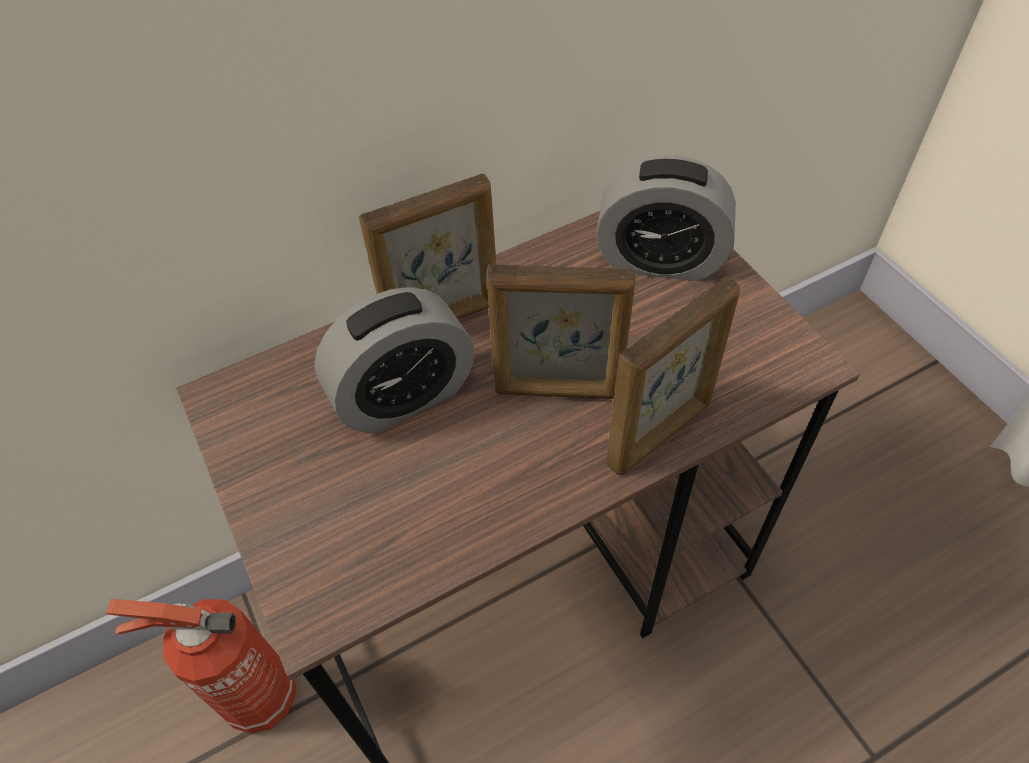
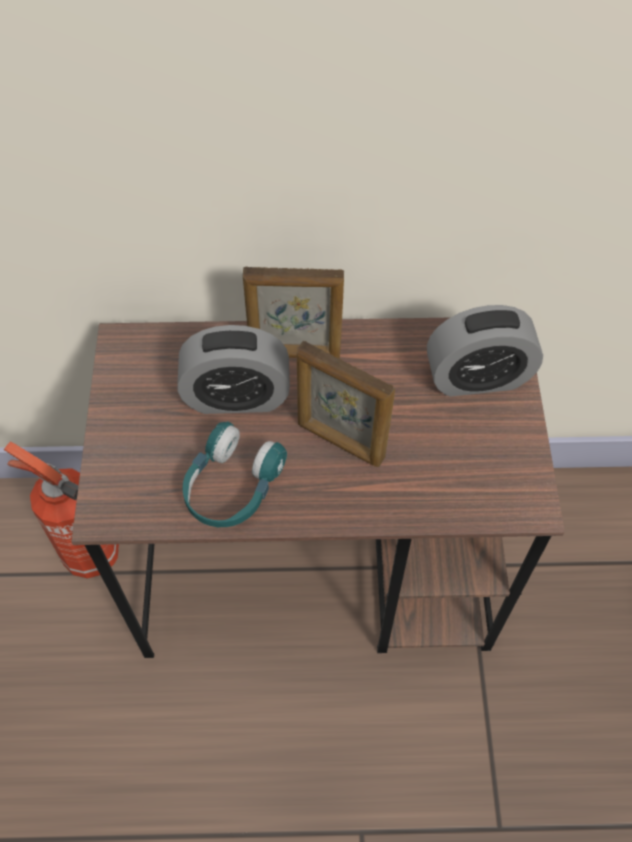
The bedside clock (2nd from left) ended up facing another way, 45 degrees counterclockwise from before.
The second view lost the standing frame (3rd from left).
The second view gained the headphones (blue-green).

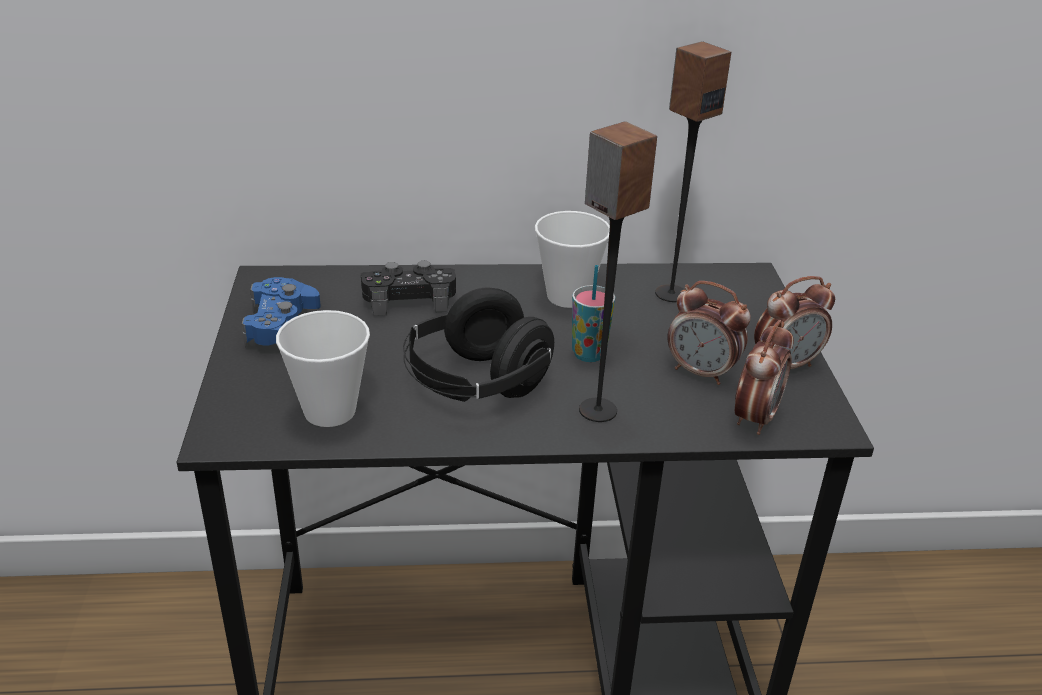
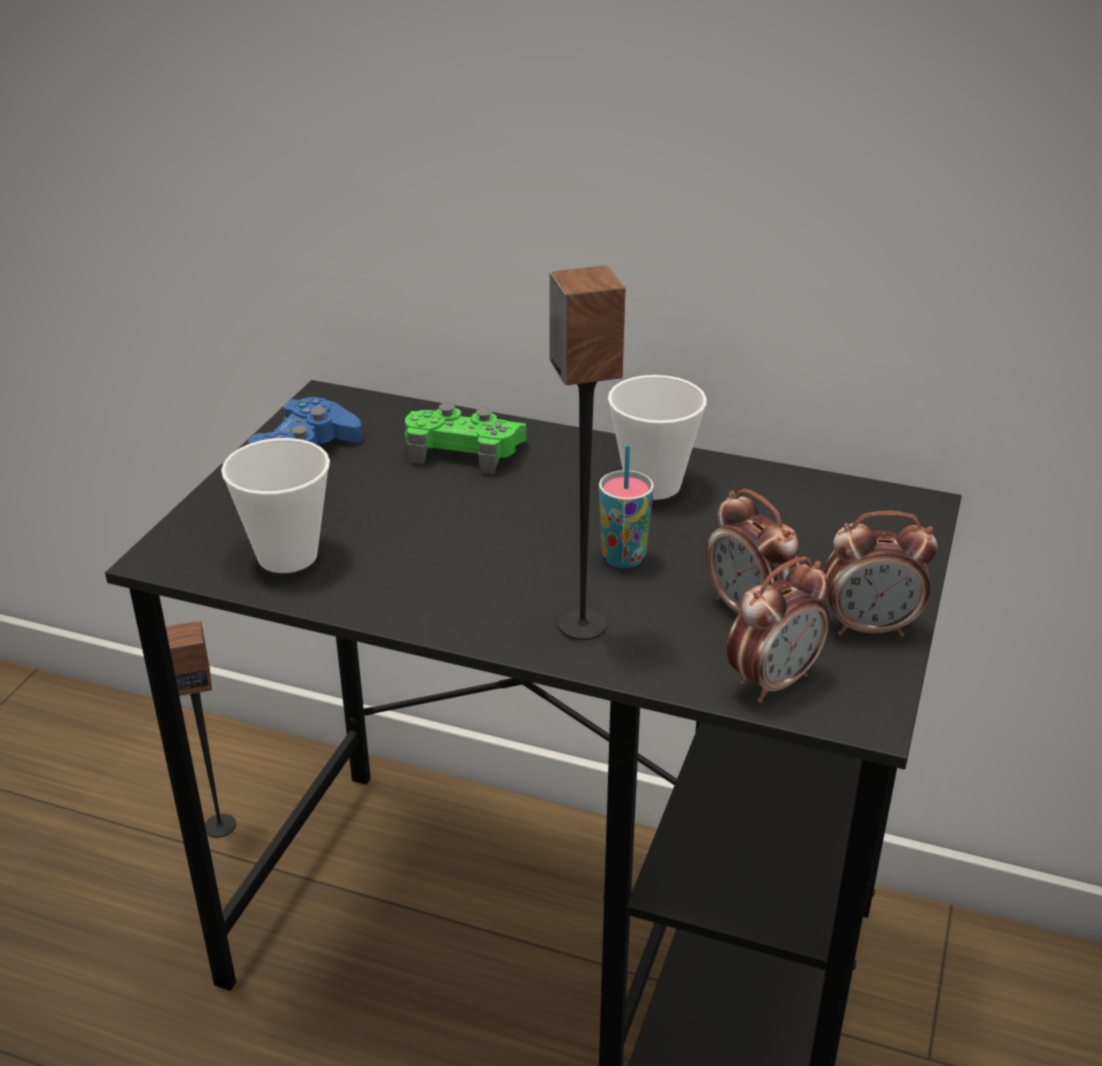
The loudspeaker (2nd from left in the first image) ended up elsewhere.
What was the joypad (black-coloured) turned into the joypad (green).
The second view lost the headphones (black-coloured).

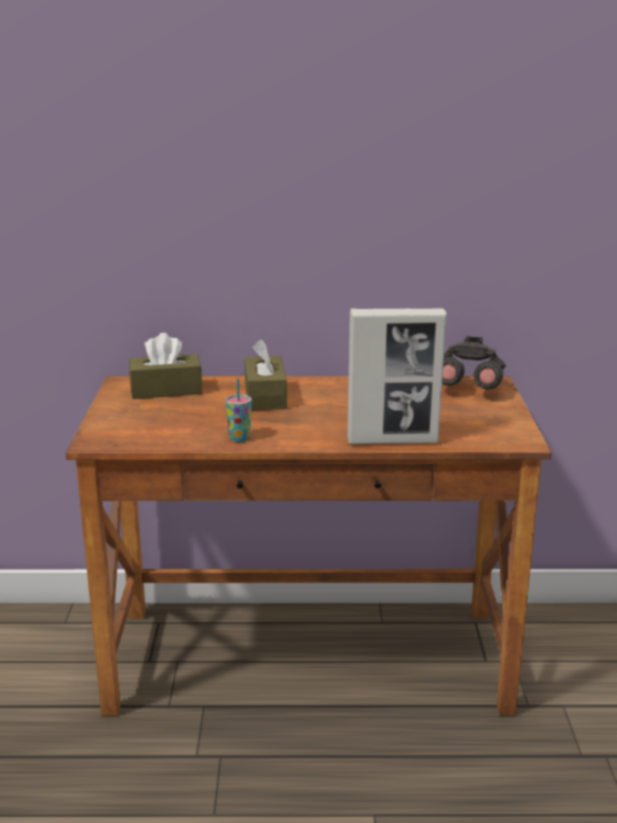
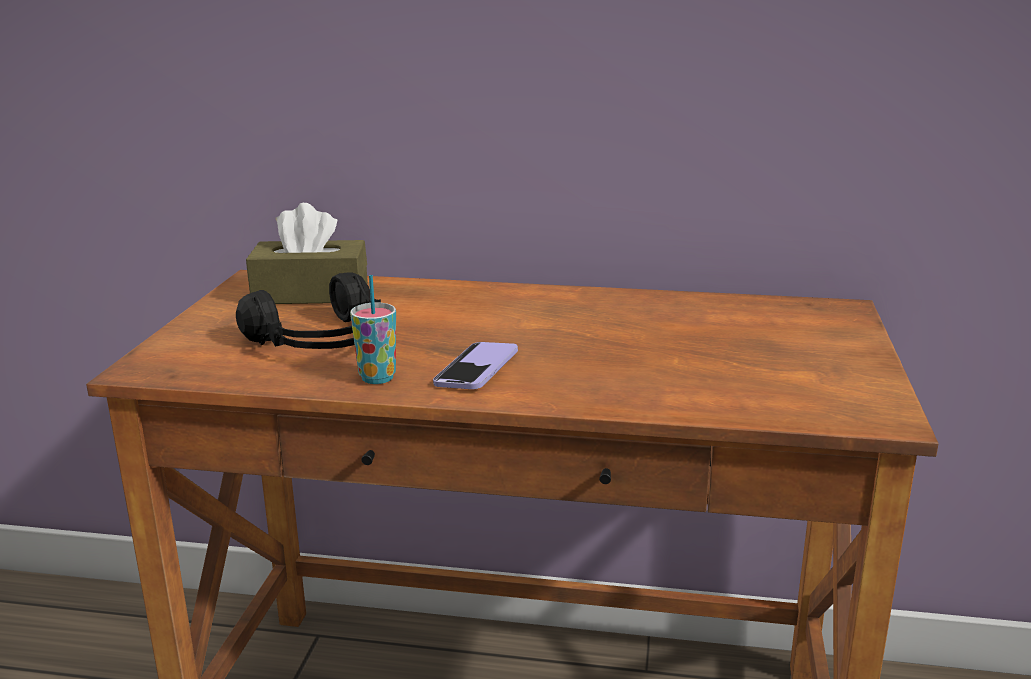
The second view lost the standing frame.
The second view lost the field glasses (grey).
The second view lost the tissue box (brown) (2nd from left).
The second view gained the headphones (black-coloured).
The second view gained the telephone.

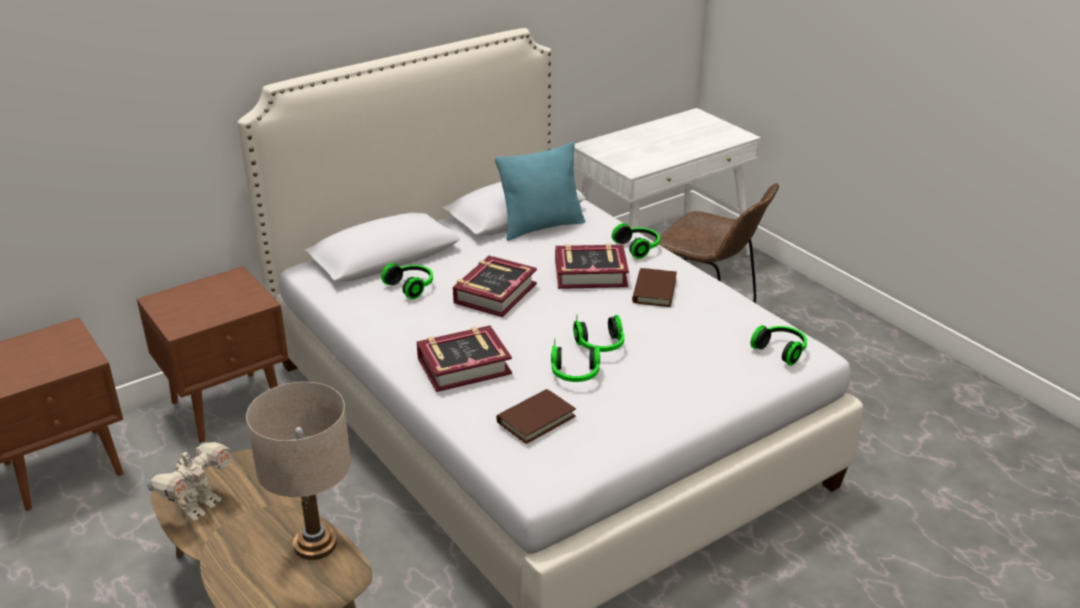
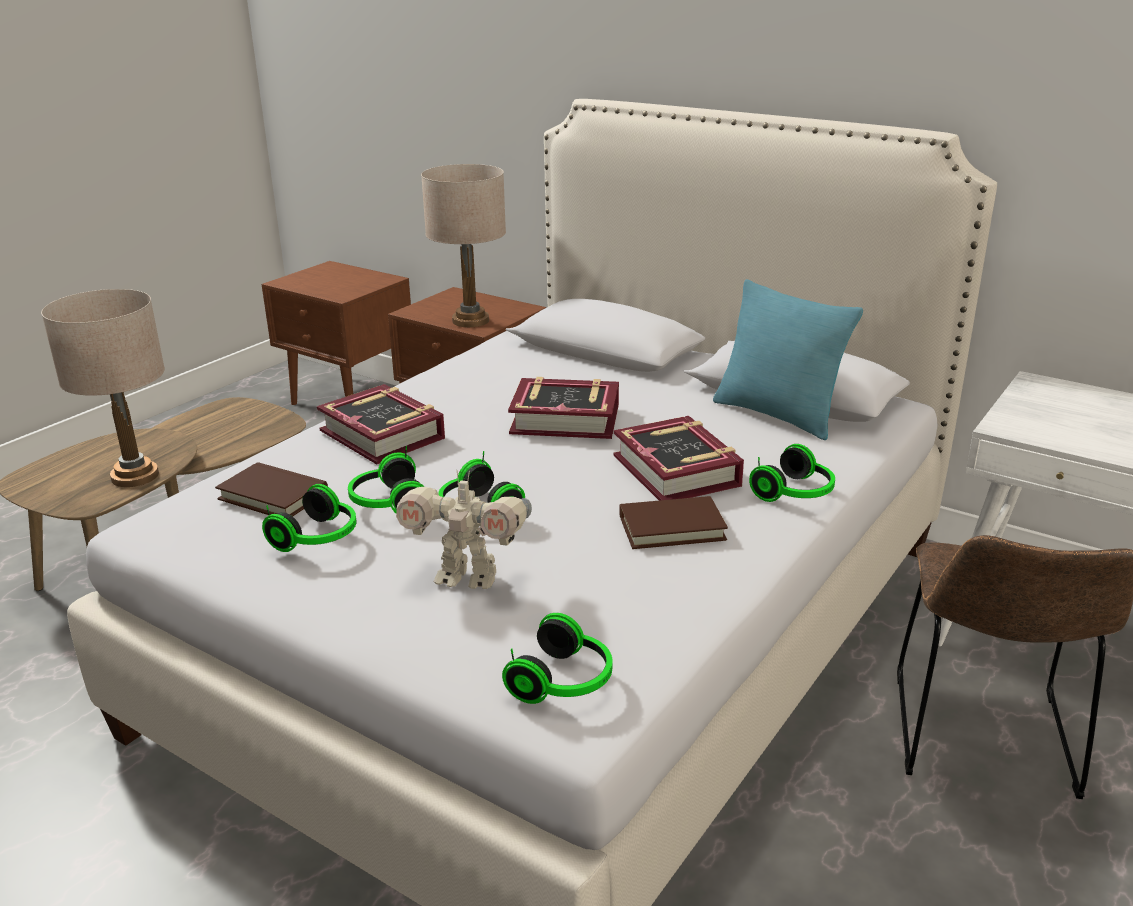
The headphones (1st from left) ended up elsewhere.
The robot figure ended up elsewhere.
The second view gained the table lamp (sand-coloured) (2nd from left).

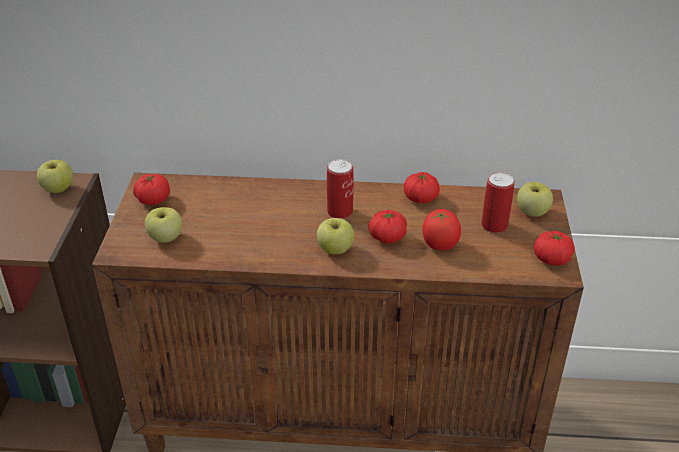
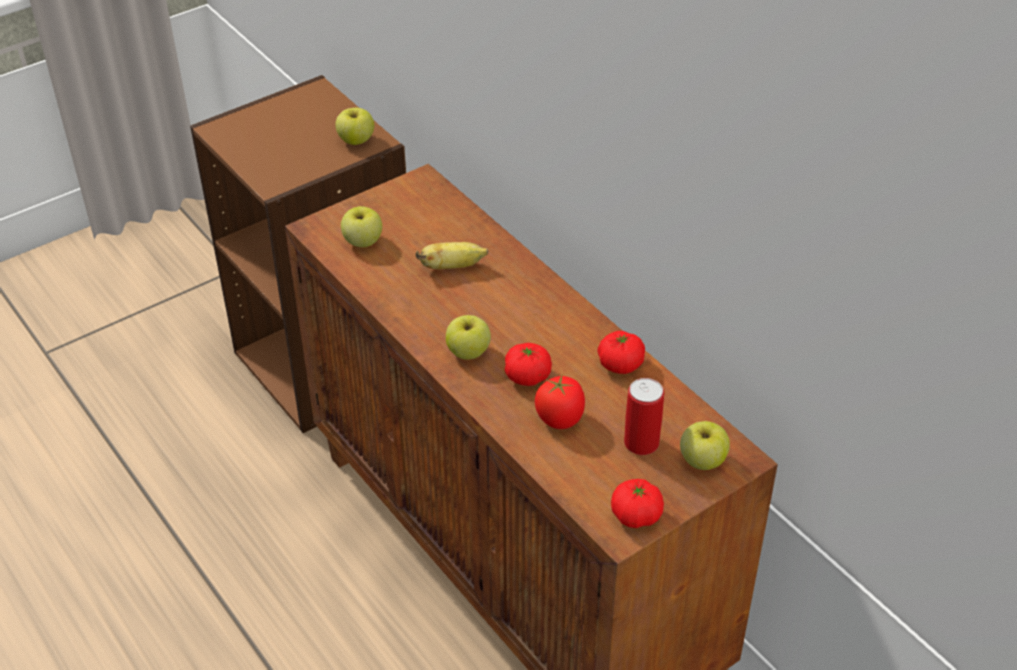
The second view lost the sealed can (1st from left).
The second view lost the whole tomato (1st from left).
The second view gained the banana.

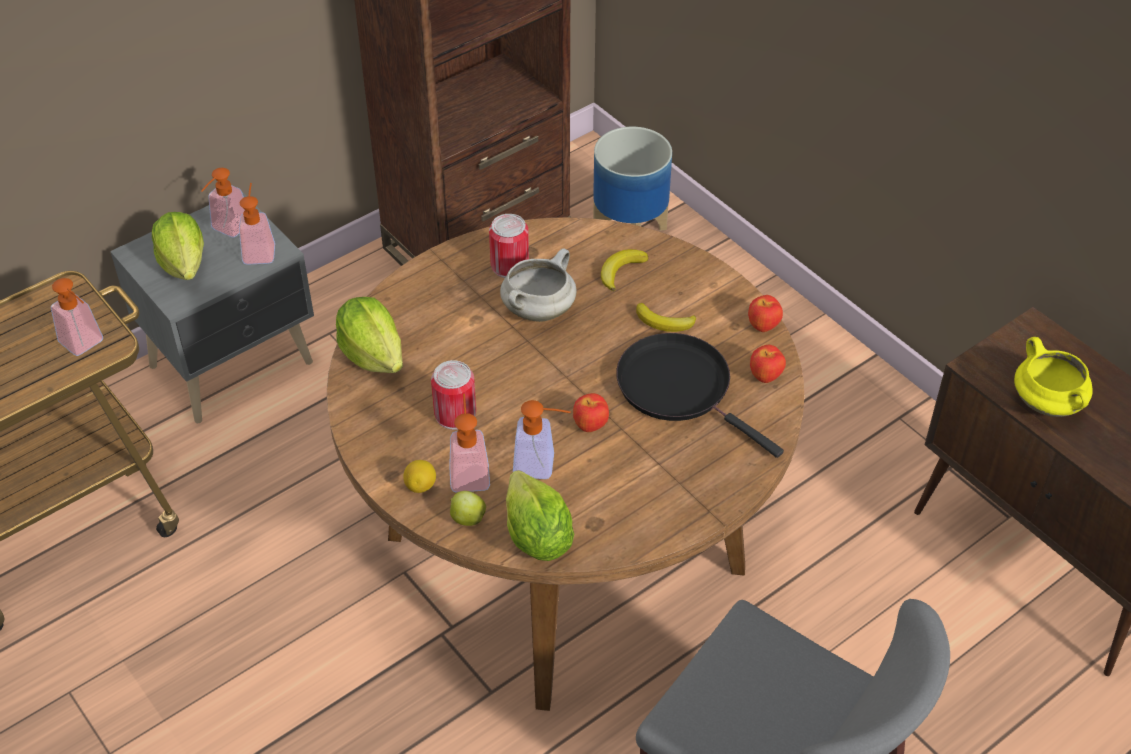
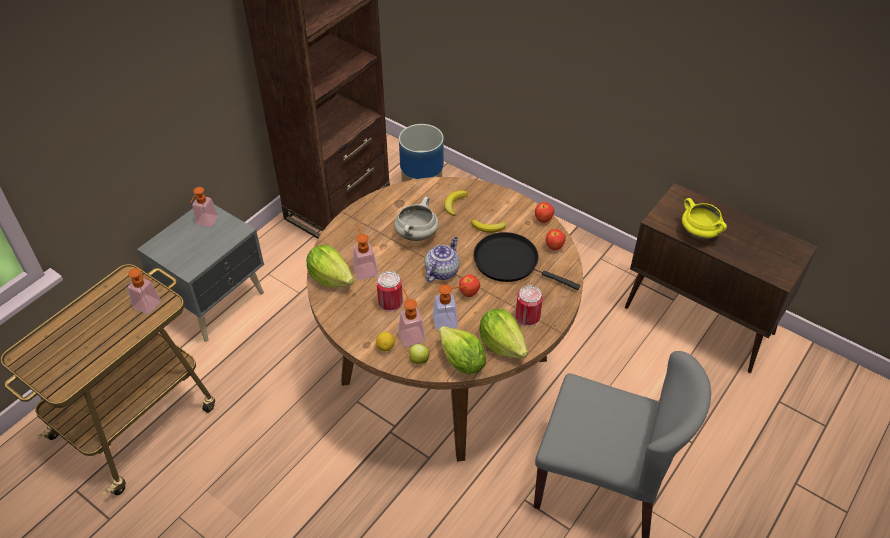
The soap dispenser (3rd from left) ended up elsewhere.
The lettuce head (1st from left in the first image) ended up elsewhere.
The sealed can (2nd from left) ended up elsewhere.
The second view gained the tea pot.

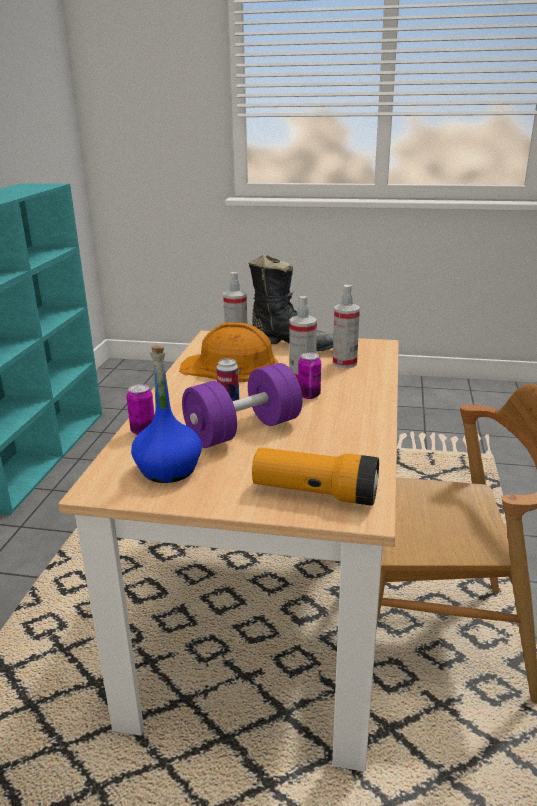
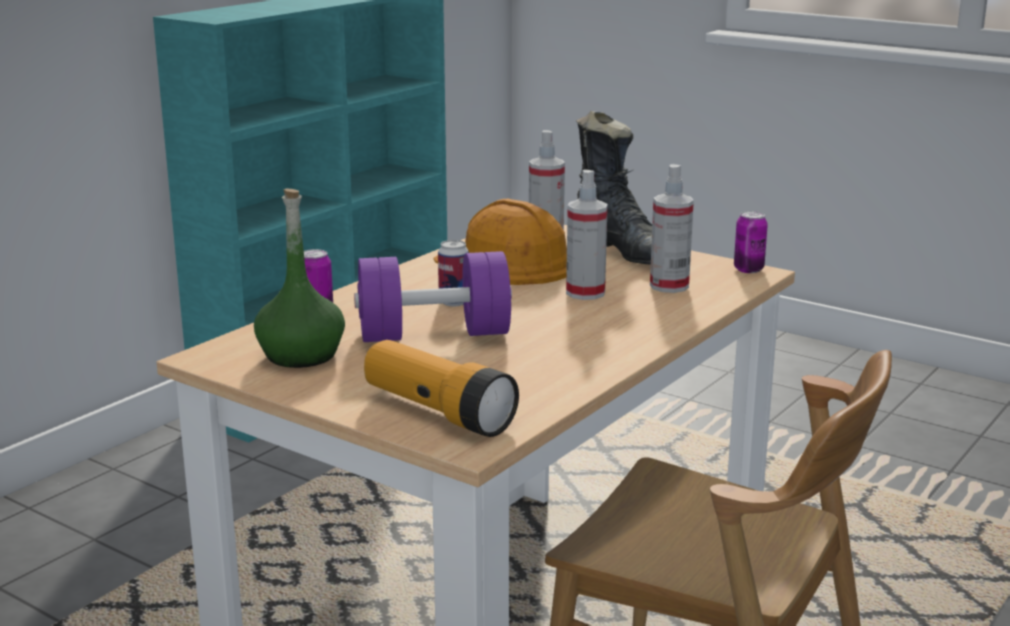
What was the bottle (bluish) turned into the bottle (green).
The sealed can (3rd from left) ended up elsewhere.

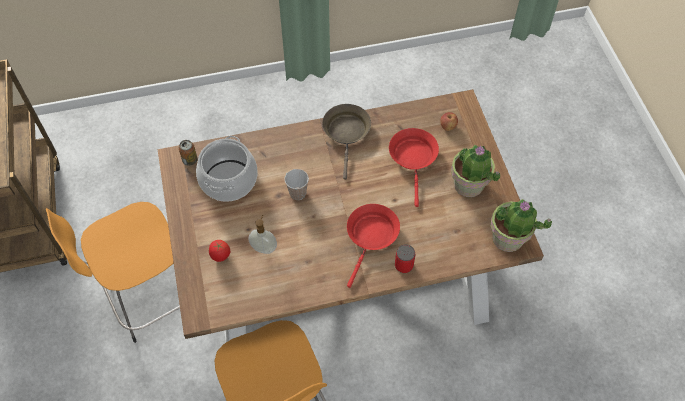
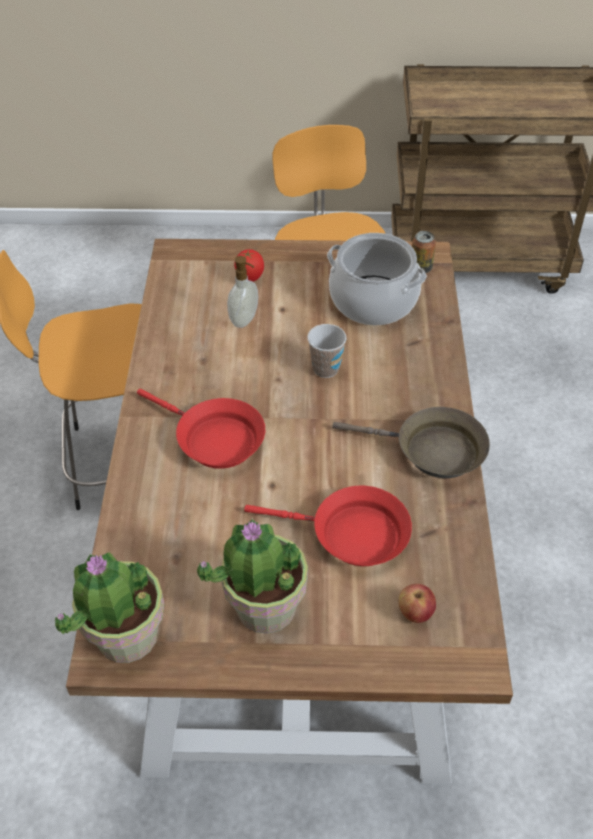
The second view lost the sealed can (2nd from left).

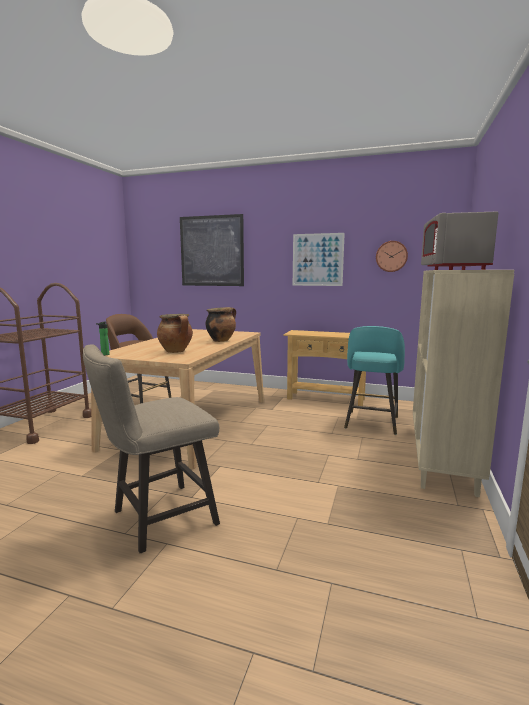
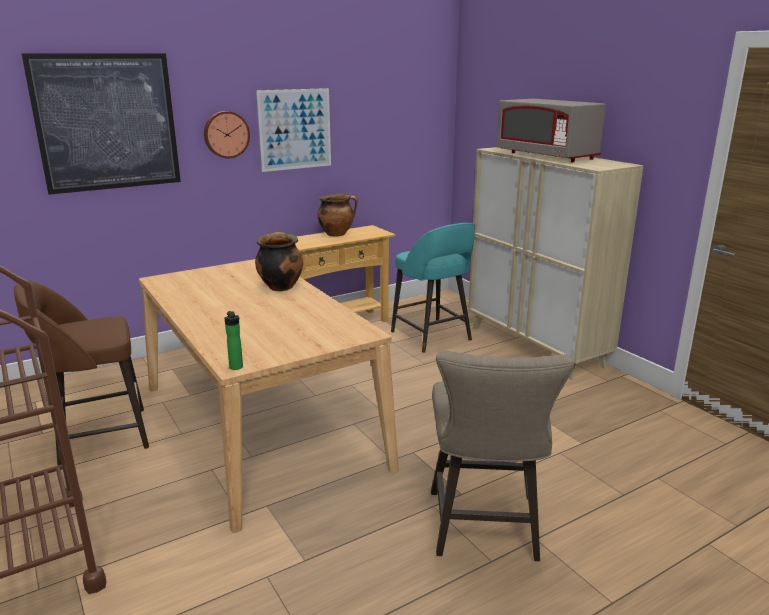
The clock on the wall ended up elsewhere.
The cooking pot (1st from left in the first image) ended up elsewhere.

